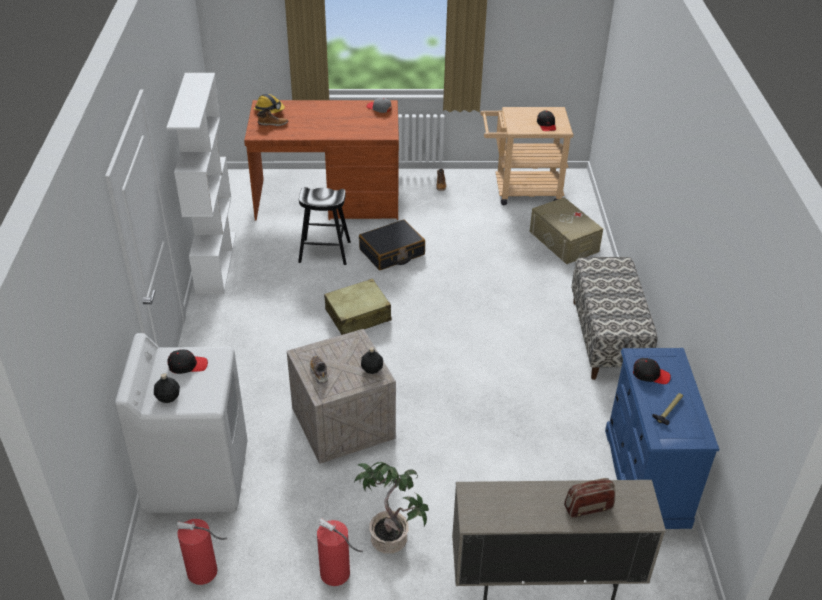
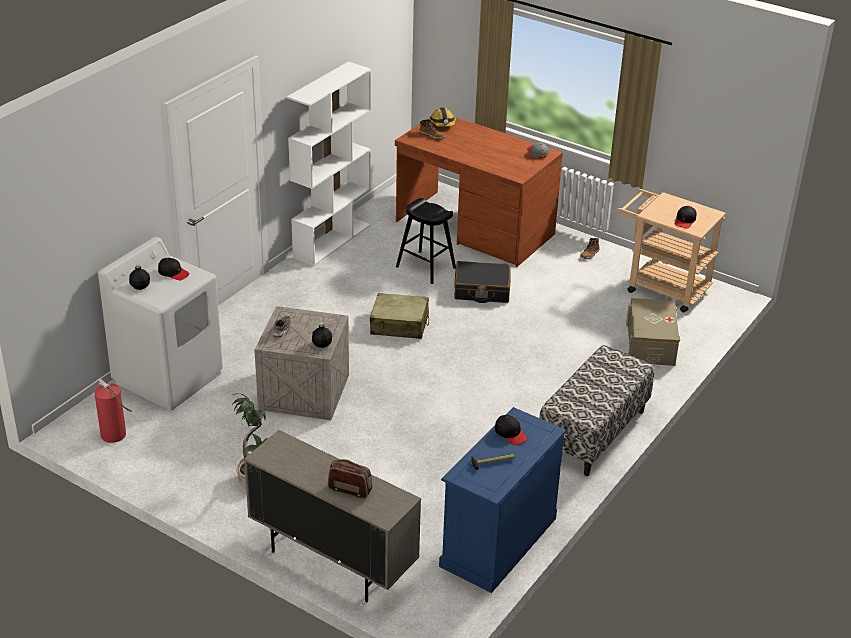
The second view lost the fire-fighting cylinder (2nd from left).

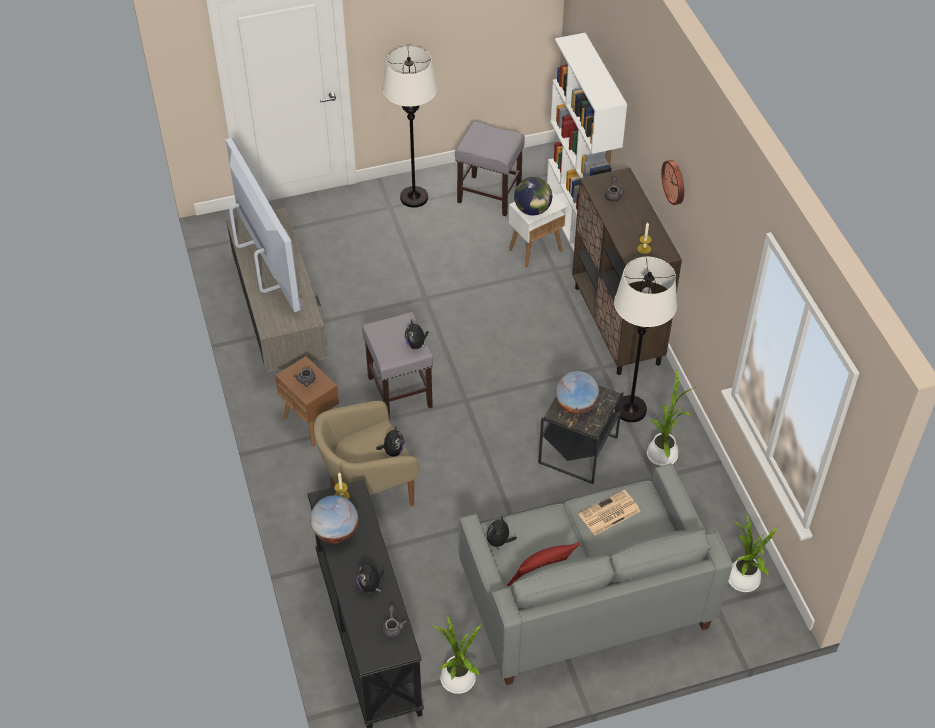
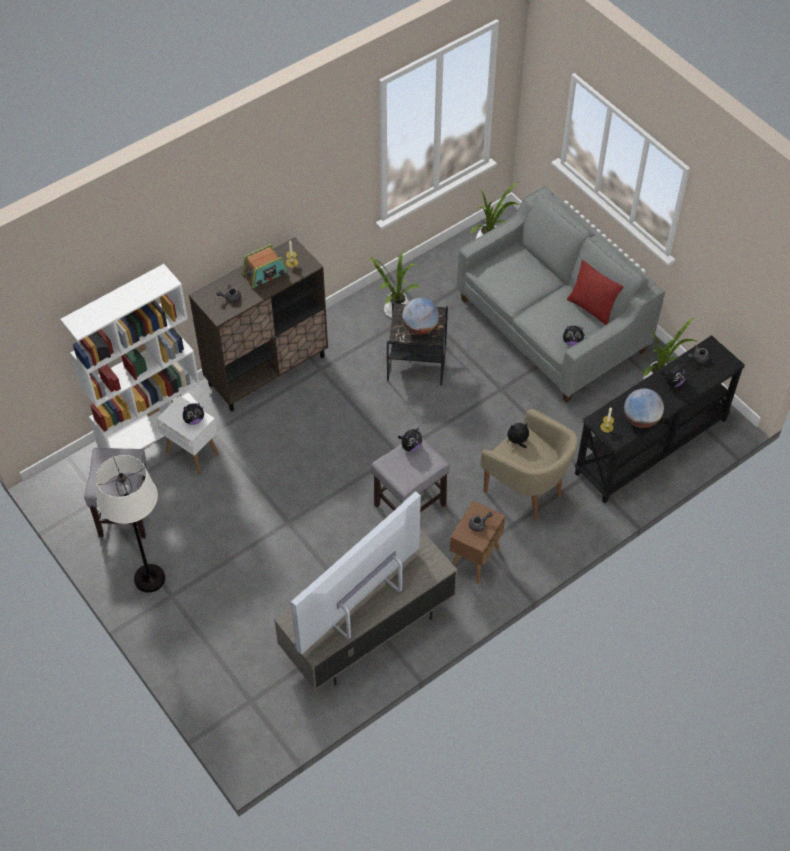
The second view lost the clock on the wall.
Where the globe (2nd from left) stood, the plush toy (1st from left) came to stand.
The second view lost the standing lamp (whitish) (2nd from left).
The second view lost the daily paper.
The second view gained the radio.

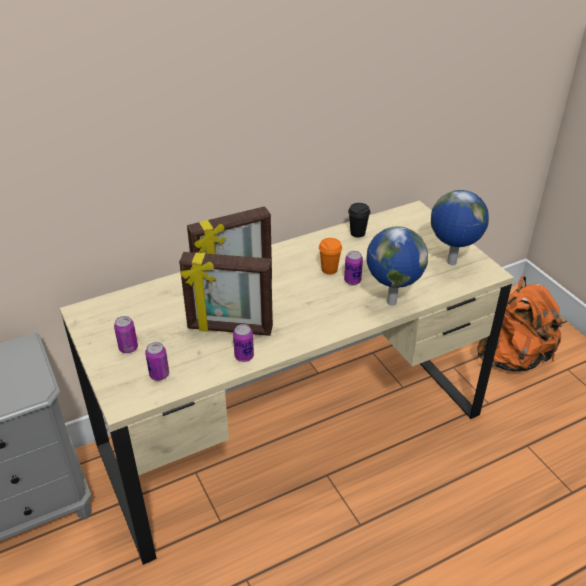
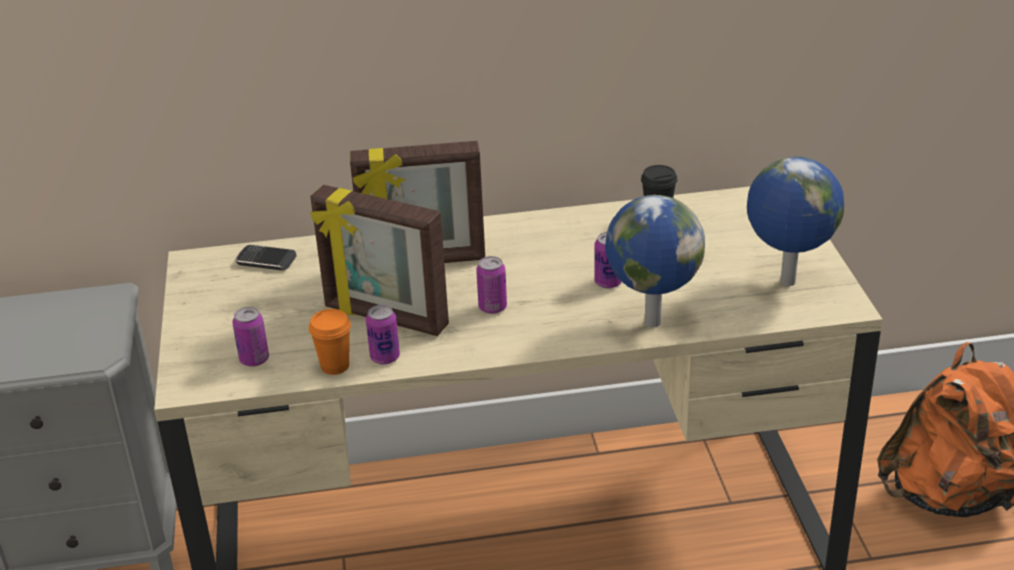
The cup (orangey) ended up elsewhere.
The sealed can (1st from left in the first image) ended up elsewhere.
The second view gained the telephone.

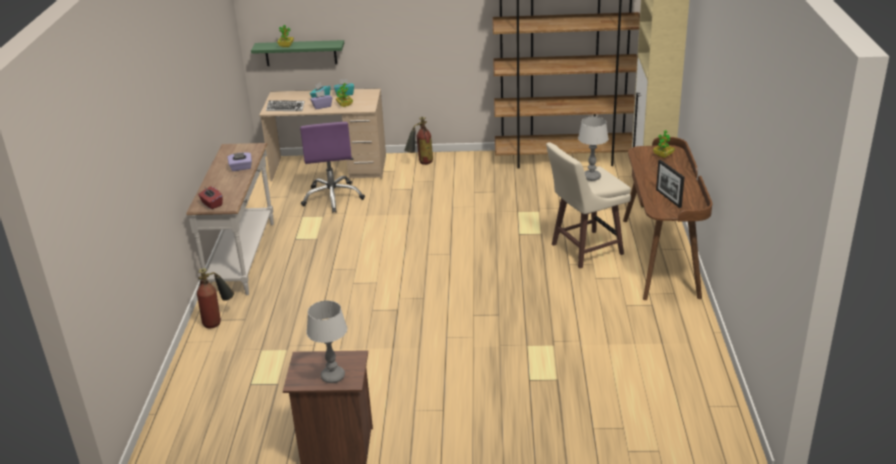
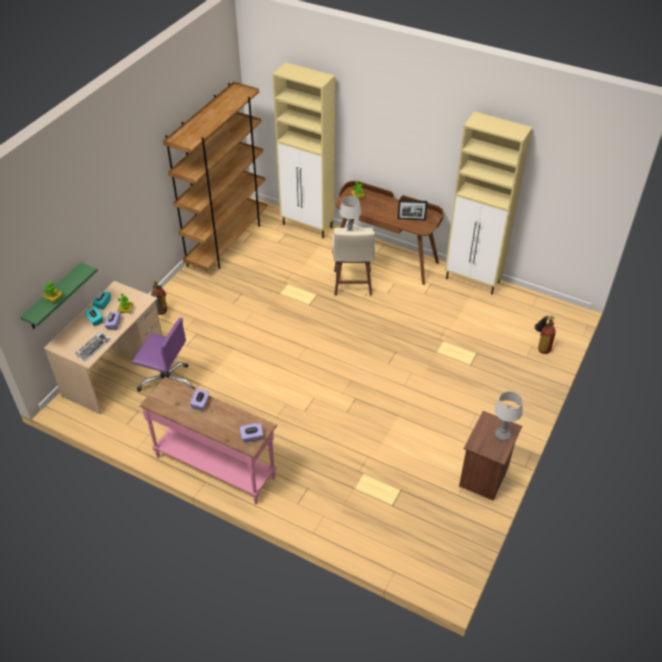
What was the hall table (whitish) turned into the hall table (pink).
What was the tissue box (reddish) turned into the tissue box (purple) (3rd from left).
The fire-fighting cylinder (1st from left in the first image) ended up elsewhere.
The second view gained the cupboard (sand-coloured) (2nd from left).

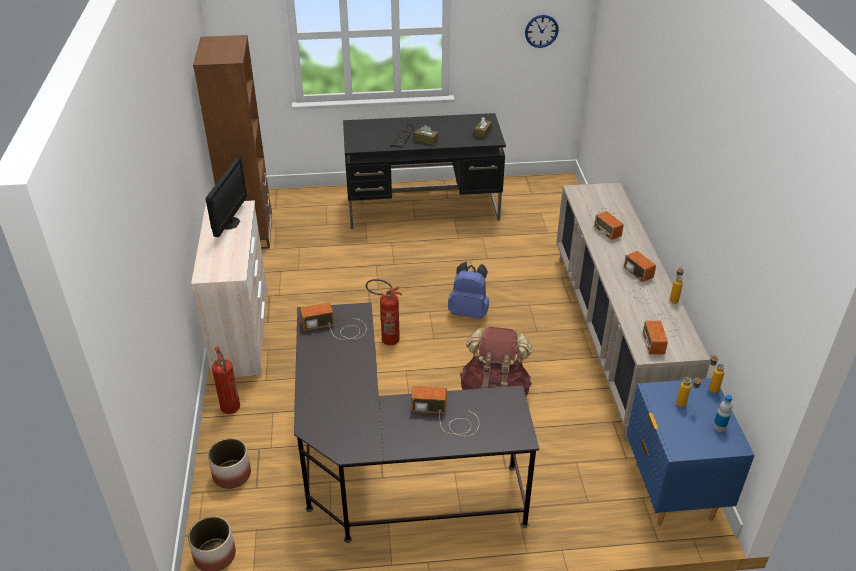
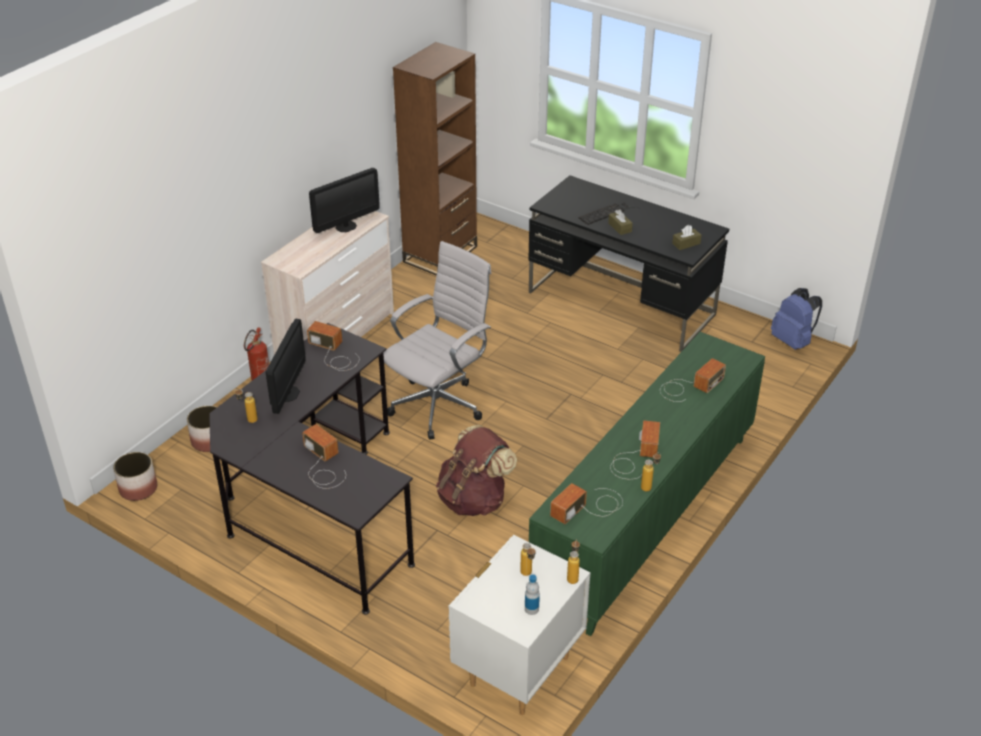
The second view lost the clock on the wall.
What was the cupboard (sand-coloured) turned into the cupboard (green).
The radio (3rd from left in the first image) ended up facing another way, 150 degrees counterclockwise from before.
The backpack (bluish) ended up elsewhere.
Where the fire-fighting cylinder (2nd from left) stood, the desk chair (whitish) came to stand.
What was the nightstand (bluish) turned into the nightstand (whitish).
The second view gained the computer screen (1st from left).
The second view gained the bottle (1st from left).

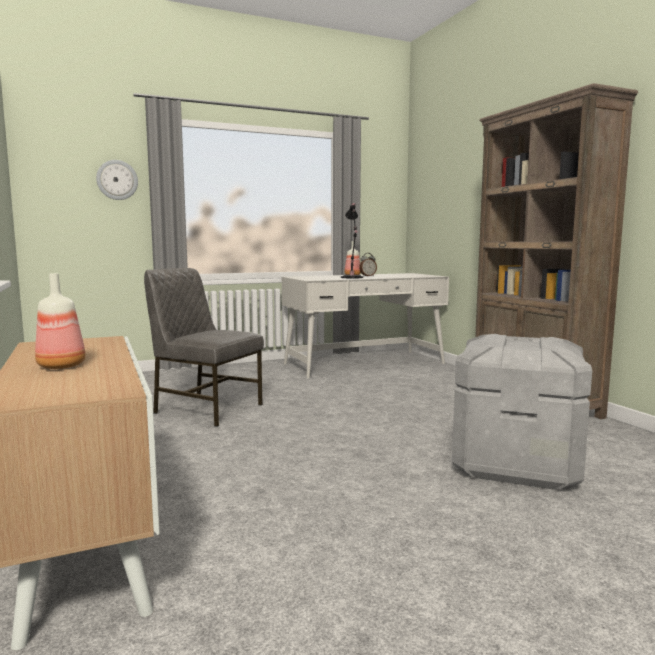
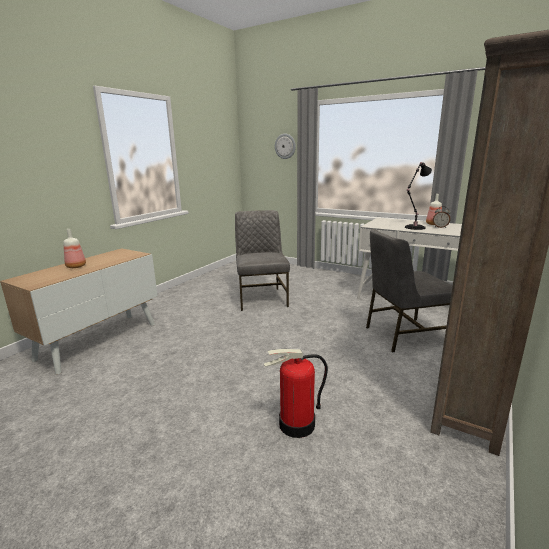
Where the storage bin (grey) stood, the fire-fighting cylinder came to stand.
The second view gained the plain chair (grey) (2nd from left).

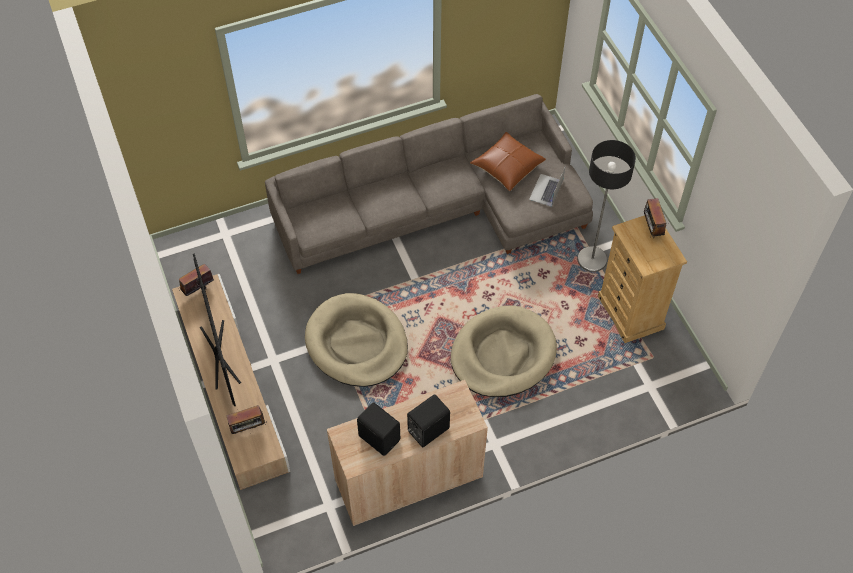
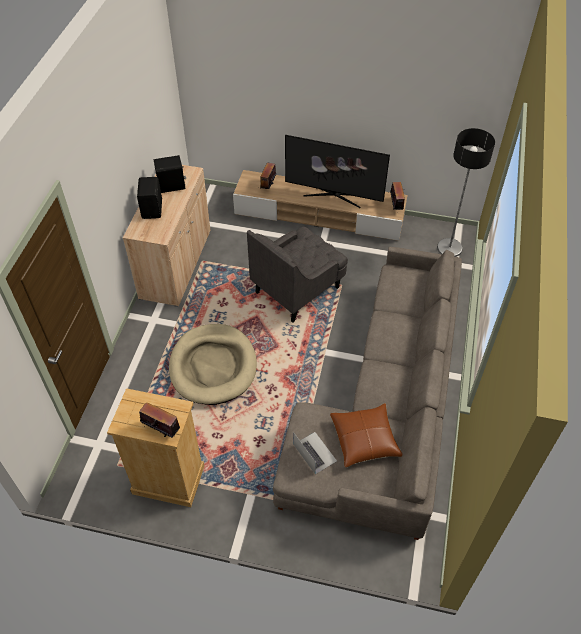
The standing lamp ended up elsewhere.
Where the dog cushion (sand-coloured) (1st from left) stood, the lounge chair (grey) came to stand.

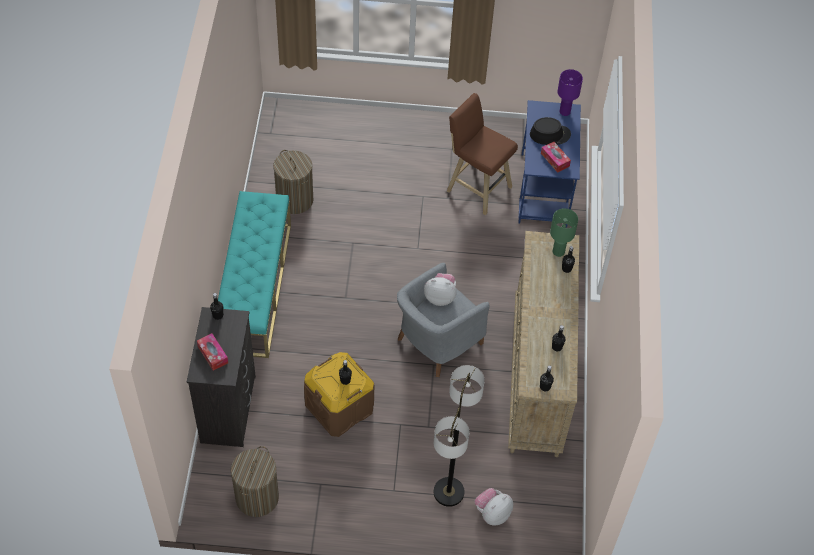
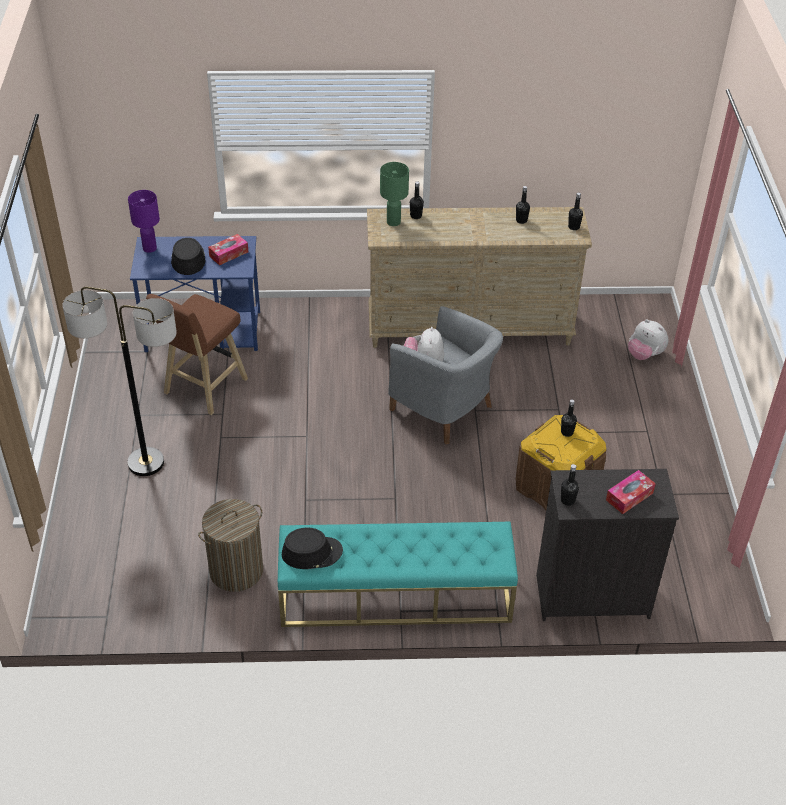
The standing lamp ended up elsewhere.
The second view lost the hamper (1st from left).
The second view gained the wearable hat (black-coloured) (2nd from left).

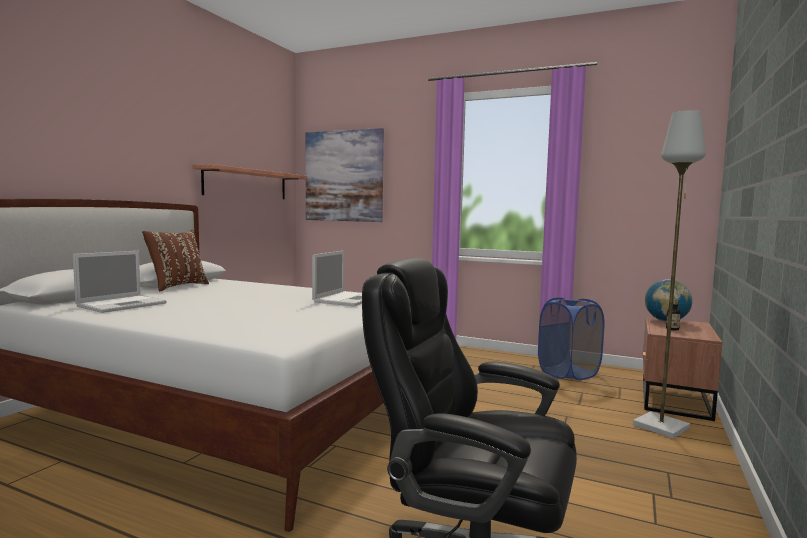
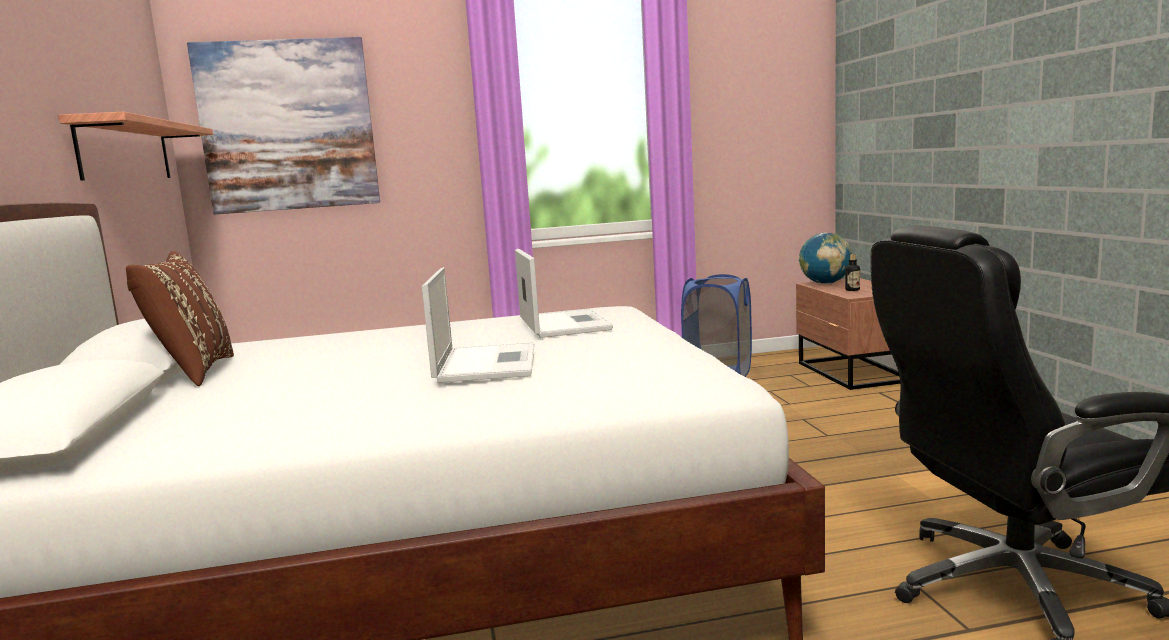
The second view lost the standing lamp (grey).
The portable computer (1st from left) ended up elsewhere.

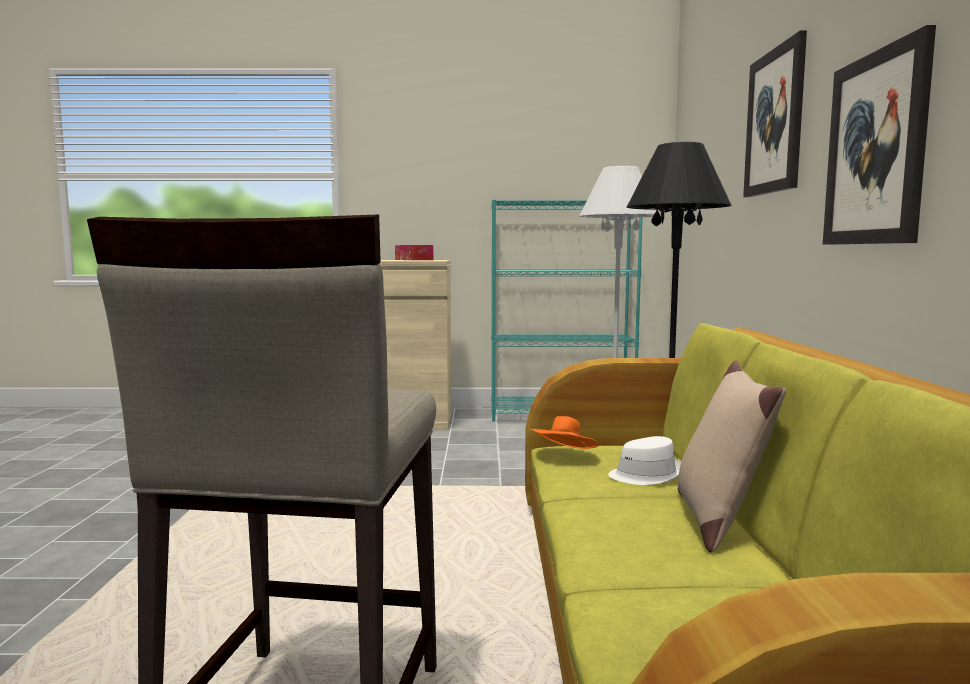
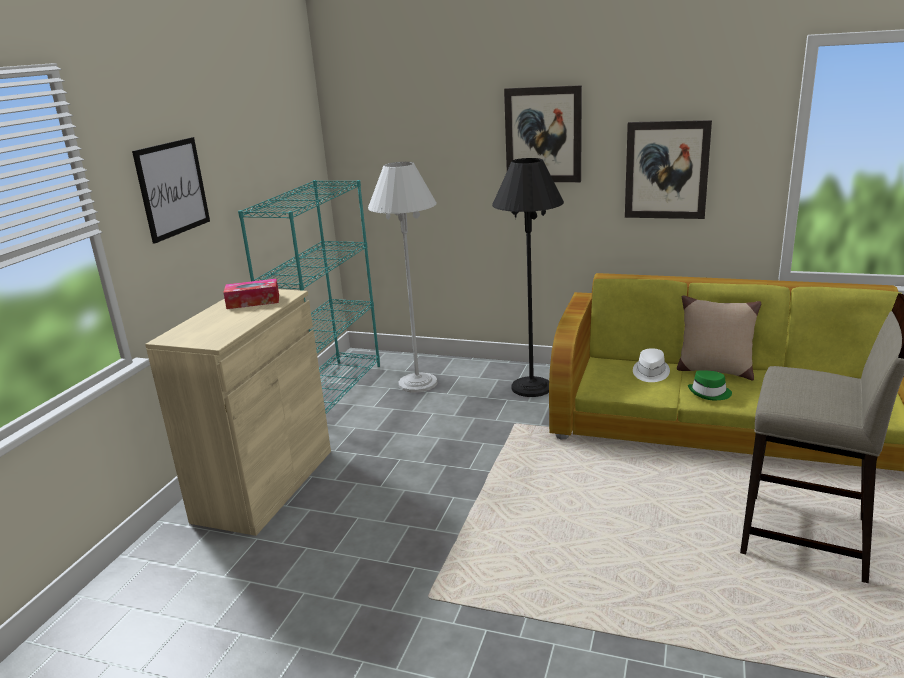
The second view lost the wearable hat (orangey).
The second view gained the wall picture (1st from left).
The second view gained the wearable hat (green).

